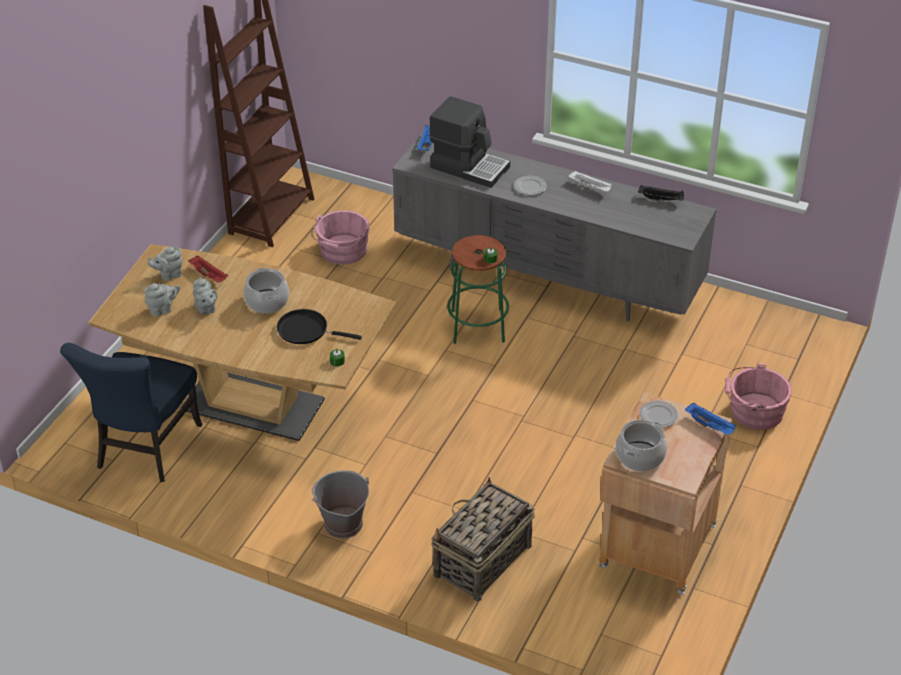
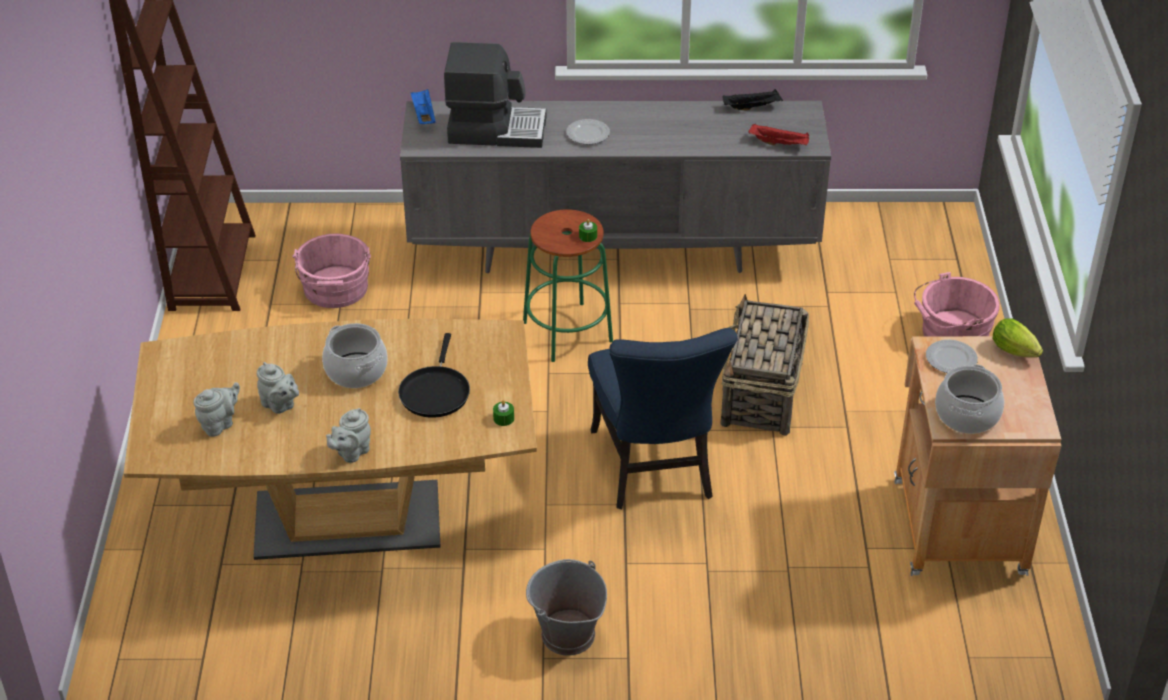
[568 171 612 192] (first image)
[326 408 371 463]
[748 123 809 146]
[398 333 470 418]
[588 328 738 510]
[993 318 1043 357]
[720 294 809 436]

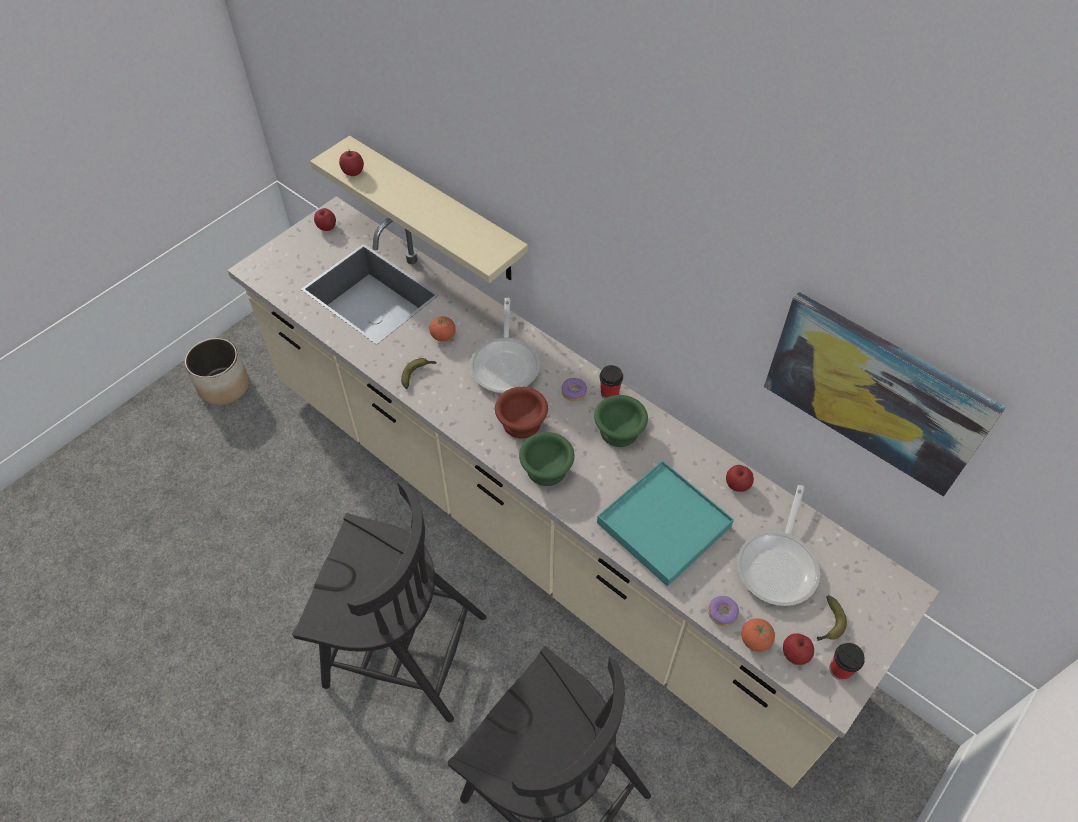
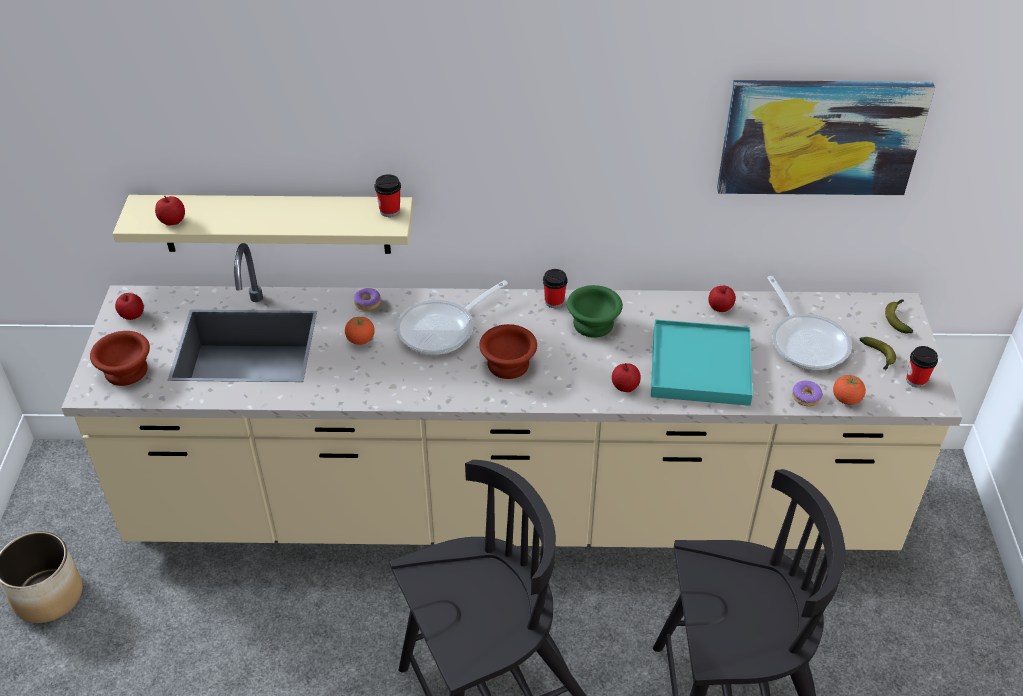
[396 280 508 355]
[885 299 913 334]
[354 288 381 310]
[519 432 574 486] (first image)
[612 363 641 392]
[375 174 401 217]
[90 331 150 386]

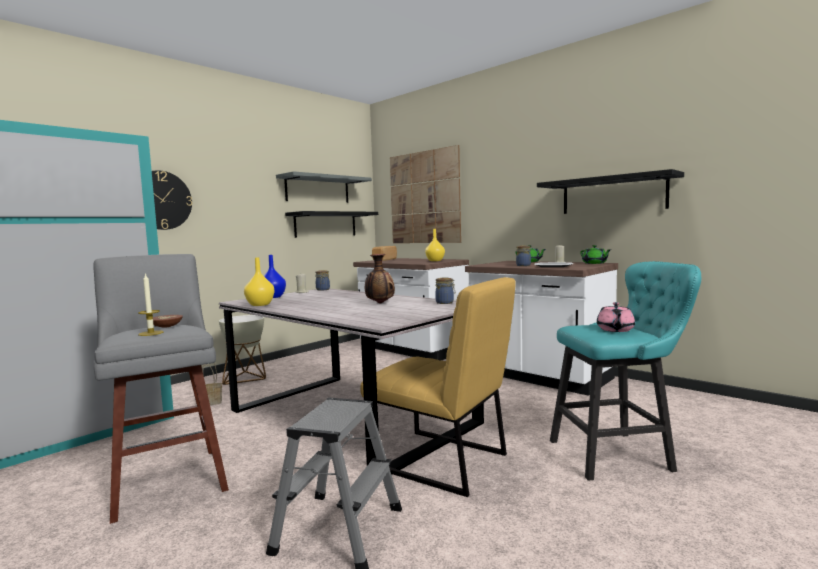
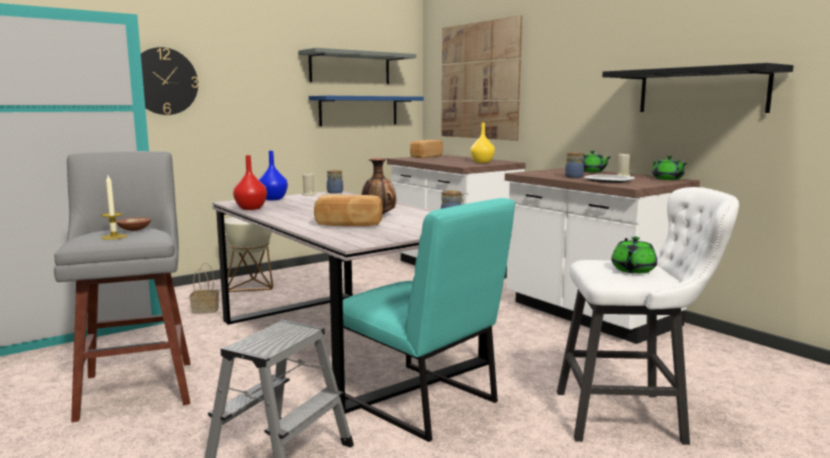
[309 96 424 126]
[233 155 267 210]
[557 187 739 445]
[343 198 515 442]
[611 237 657 273]
[314 195 383 226]

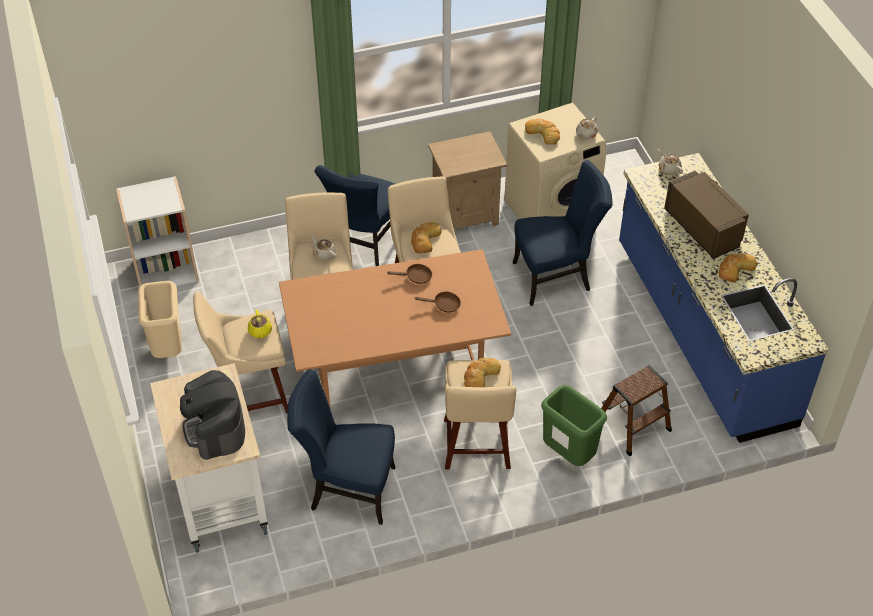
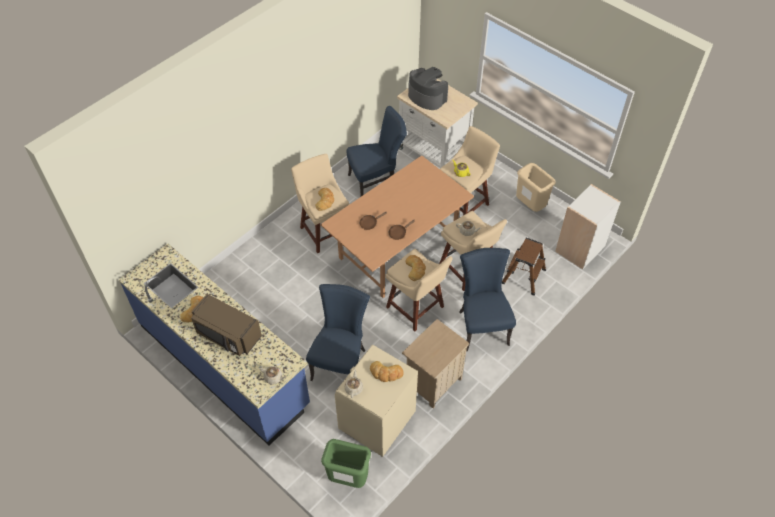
[306 284 370 381]
[502 238 546 296]
[321 439 371 488]

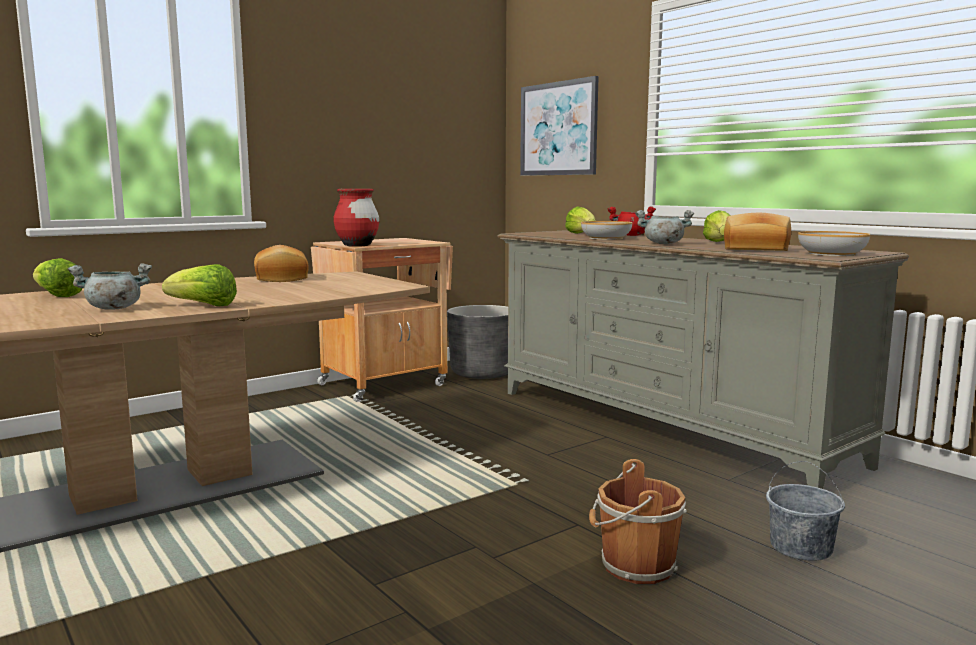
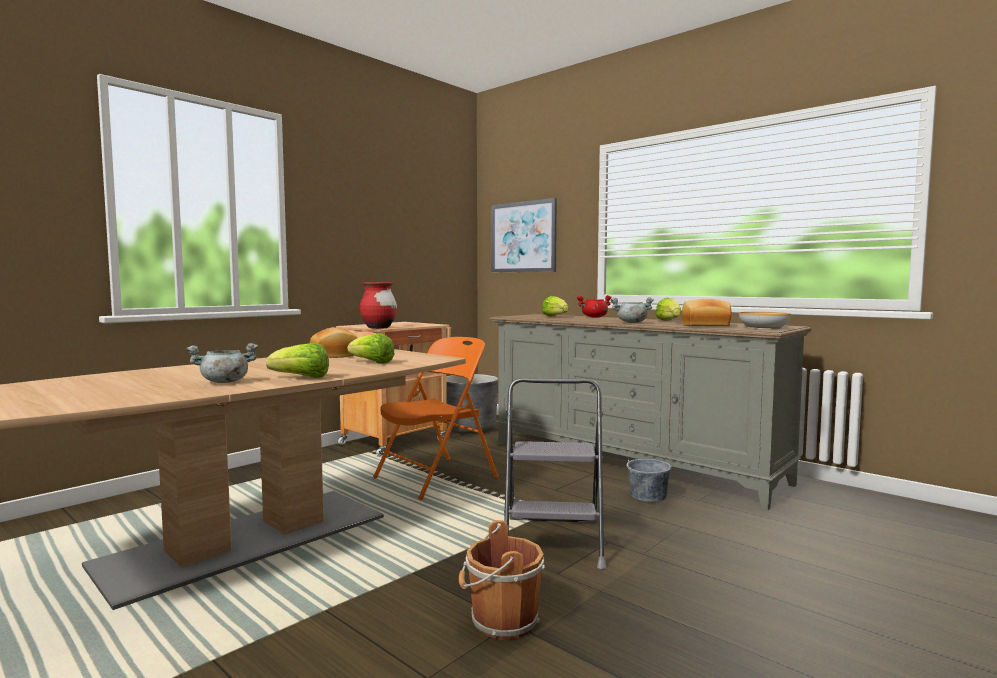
[581 221 632 240] (first image)
[347 334 394 364]
[459 520 545 640]
[626 442 672 502]
[373 337 498 500]
[504 378 607 569]

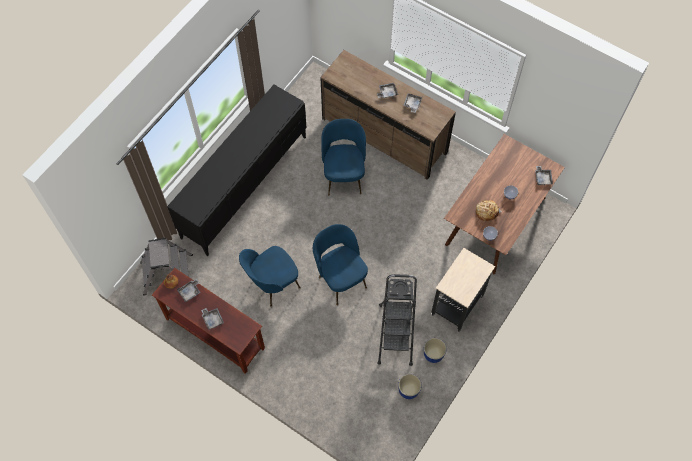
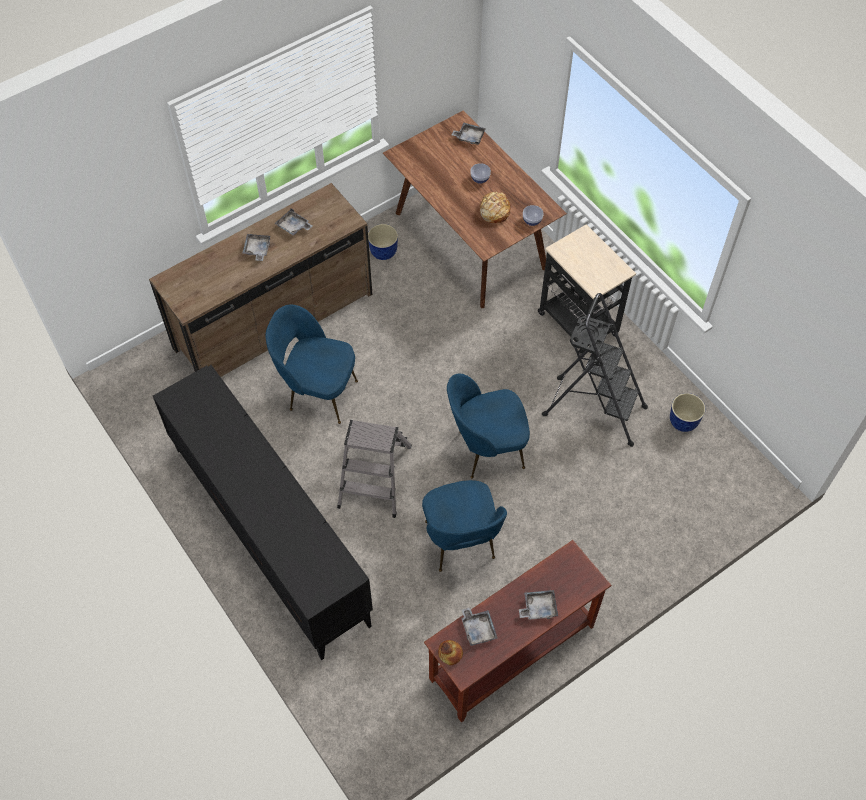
[337 419 412 518]
[368 224 398 260]

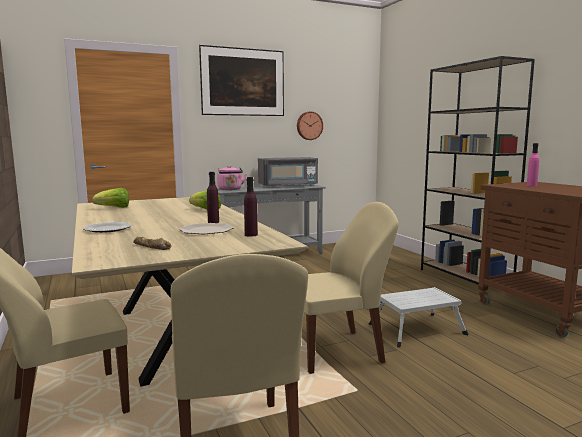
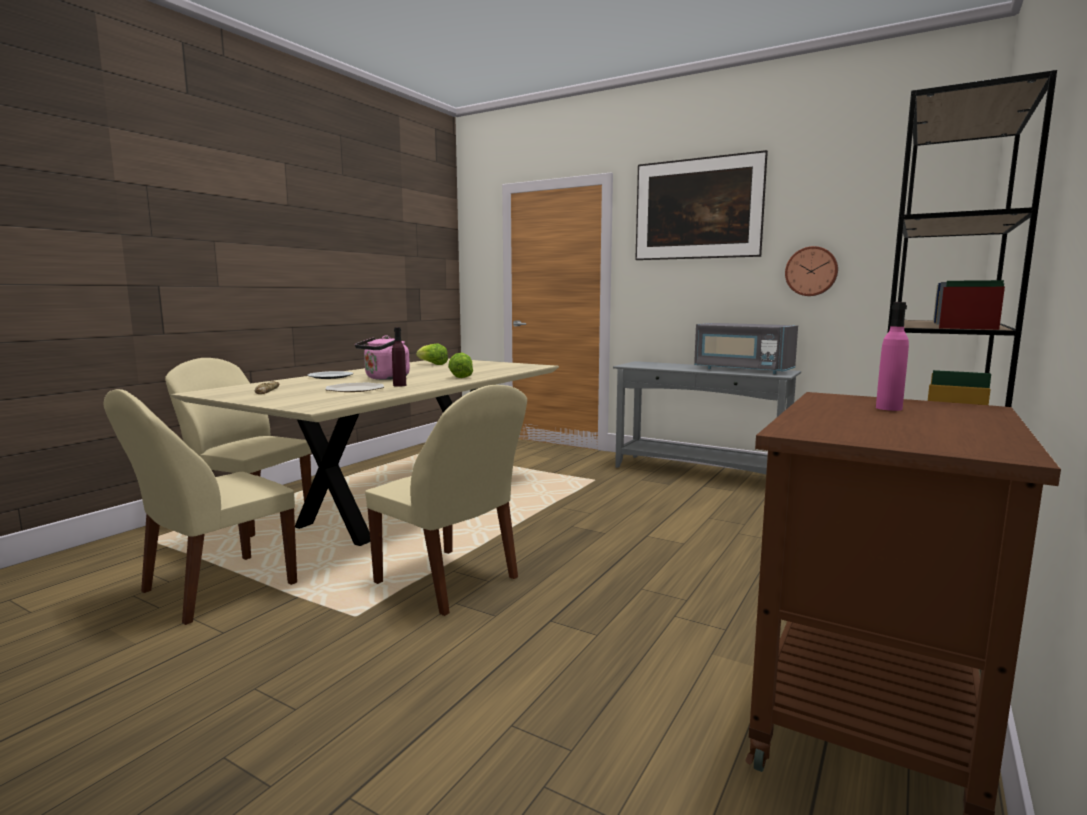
[355 335 410 380]
[244 177 258 237] (first image)
[368 287 469 348] (first image)

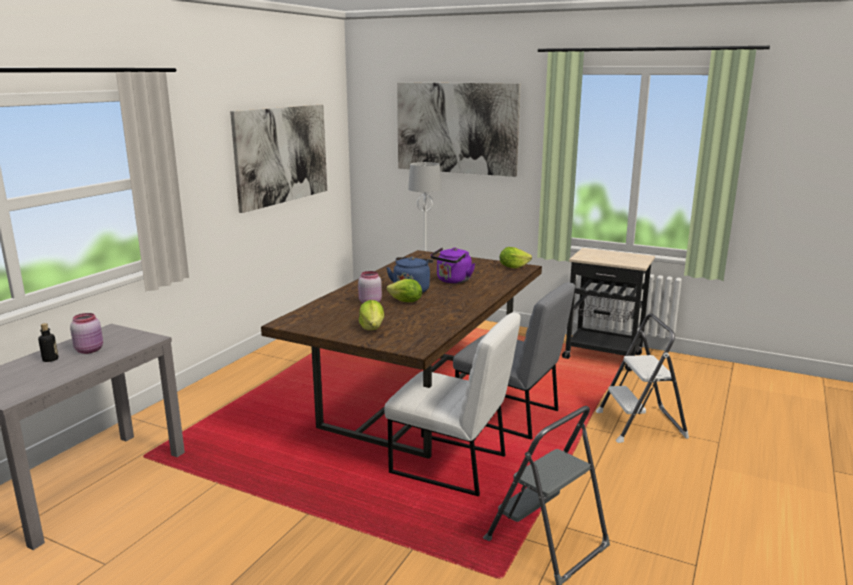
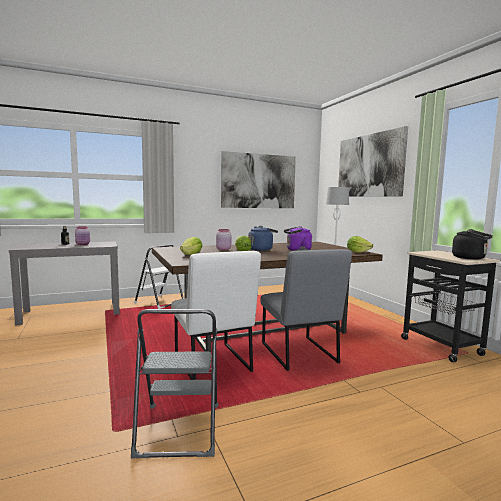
[133 245 184 309]
[452 229 493 260]

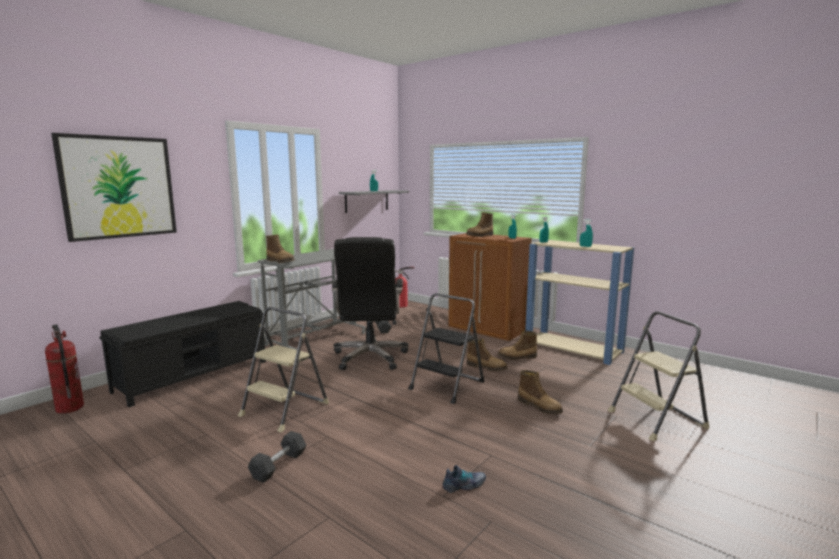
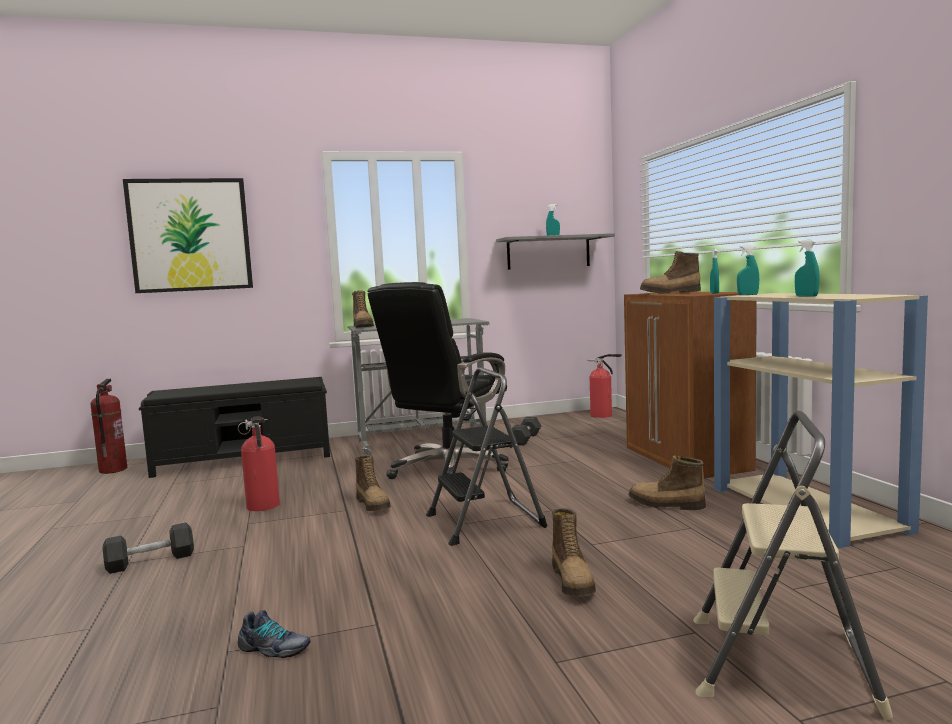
[238 416 280 511]
[355 455 391 511]

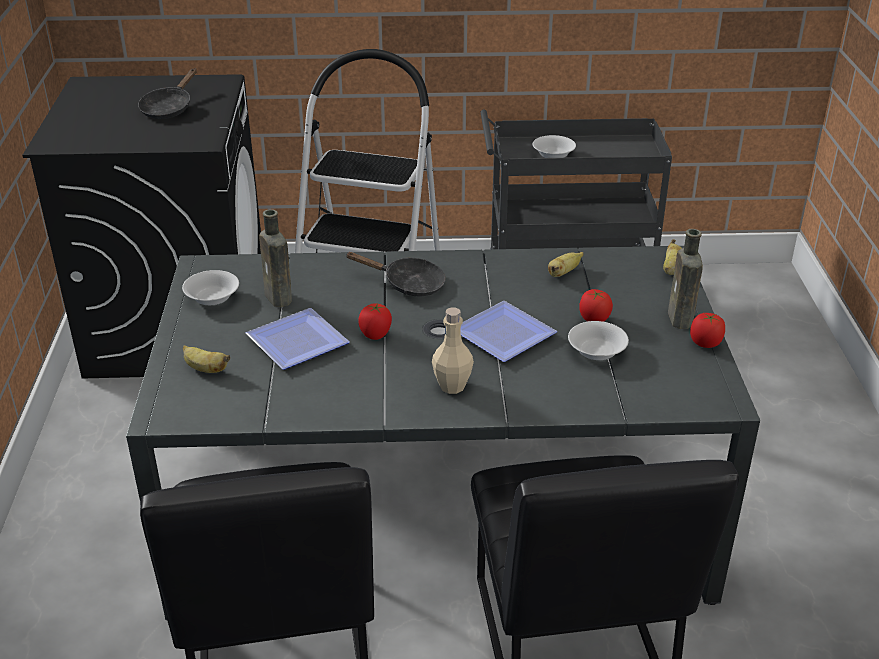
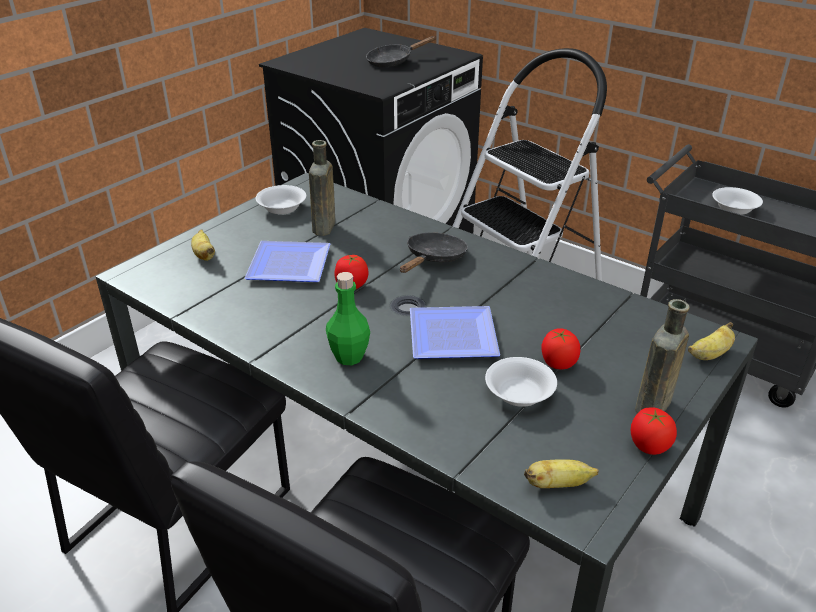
[400 233 468 273]
[524 459 599 488]
[326 272 370 365]

